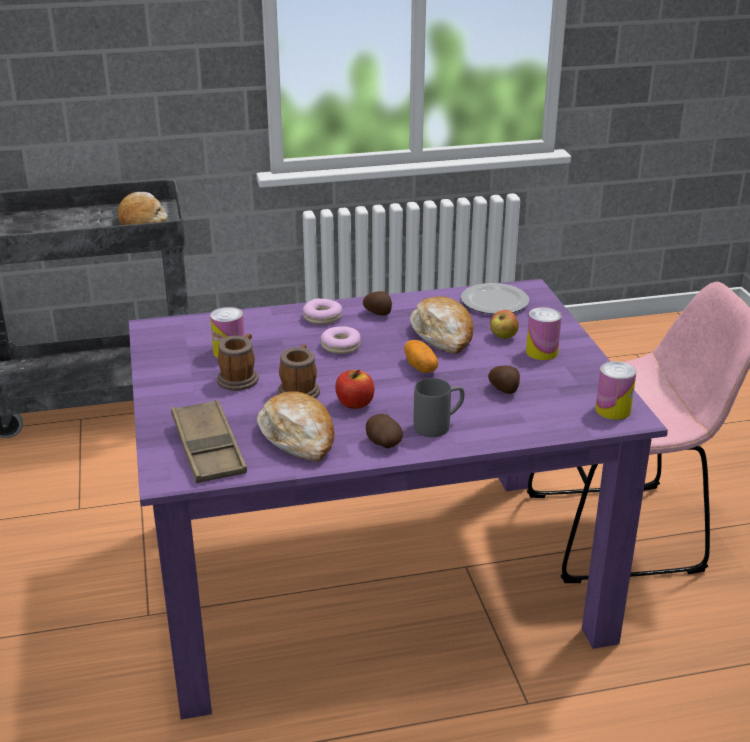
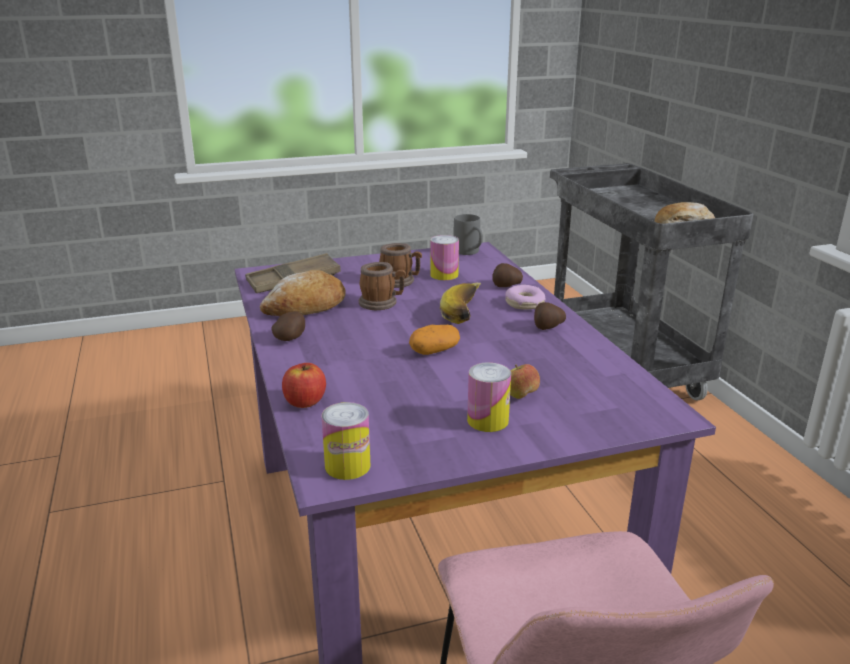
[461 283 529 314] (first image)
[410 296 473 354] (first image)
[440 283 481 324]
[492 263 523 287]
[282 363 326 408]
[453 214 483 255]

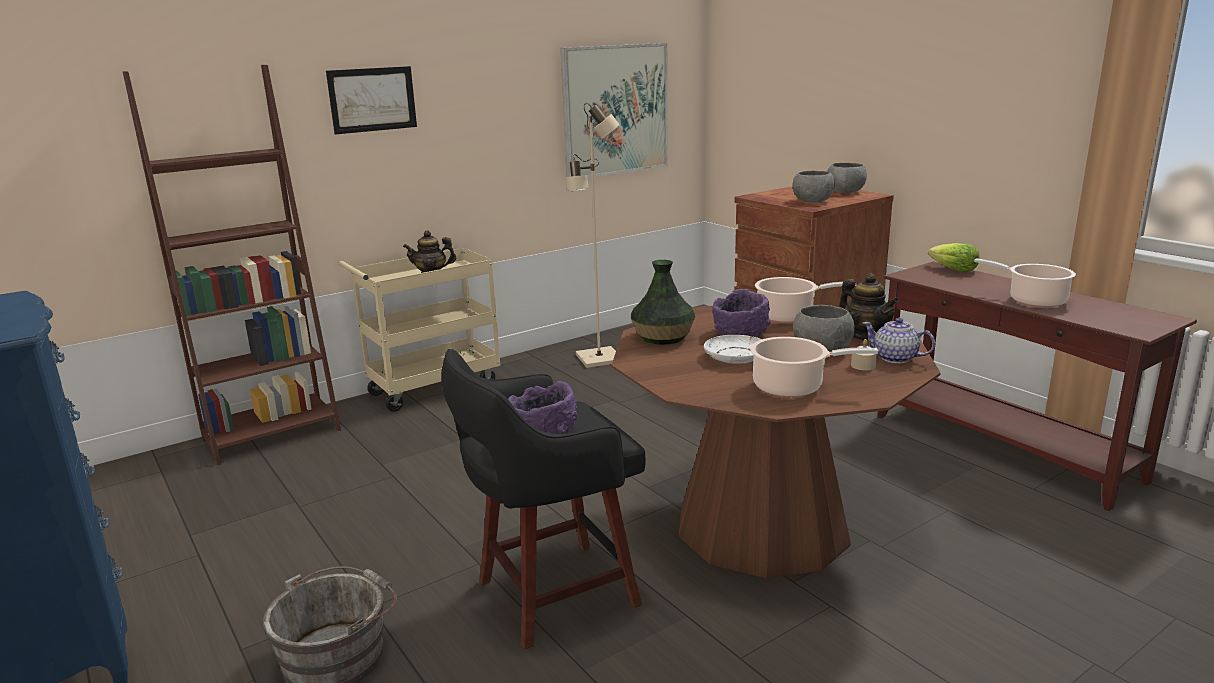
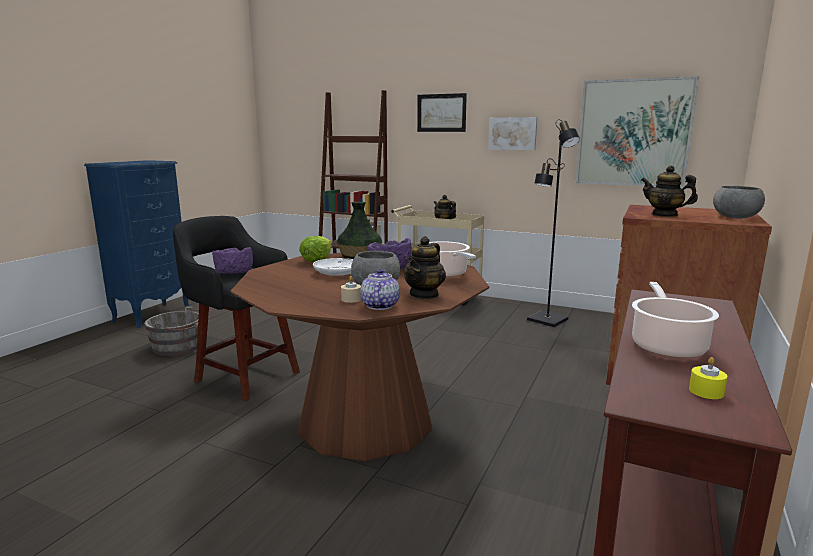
[527 119 580 327]
[641 166 698 217]
[299 236 333 263]
[750 337 878 397] (first image)
[488 117 538 150]
[689 357 728 399]

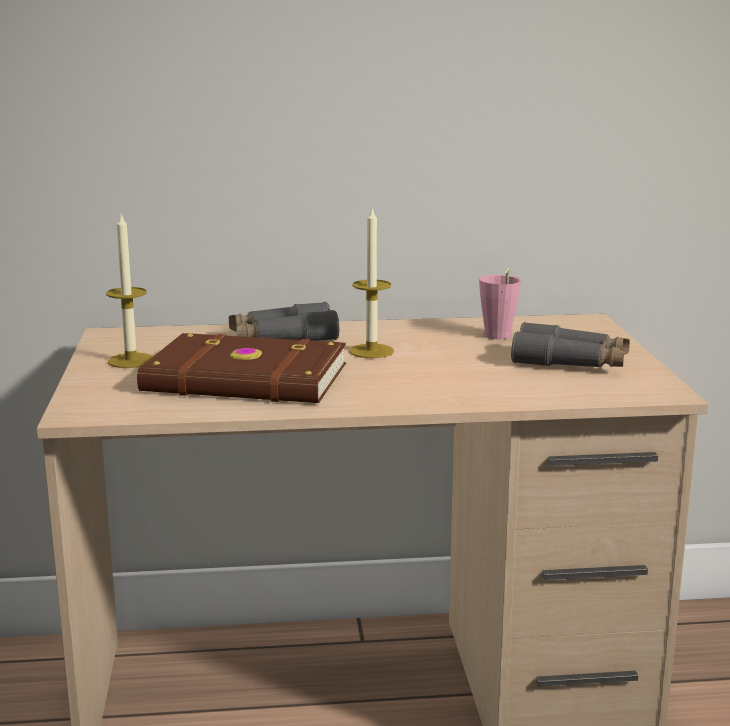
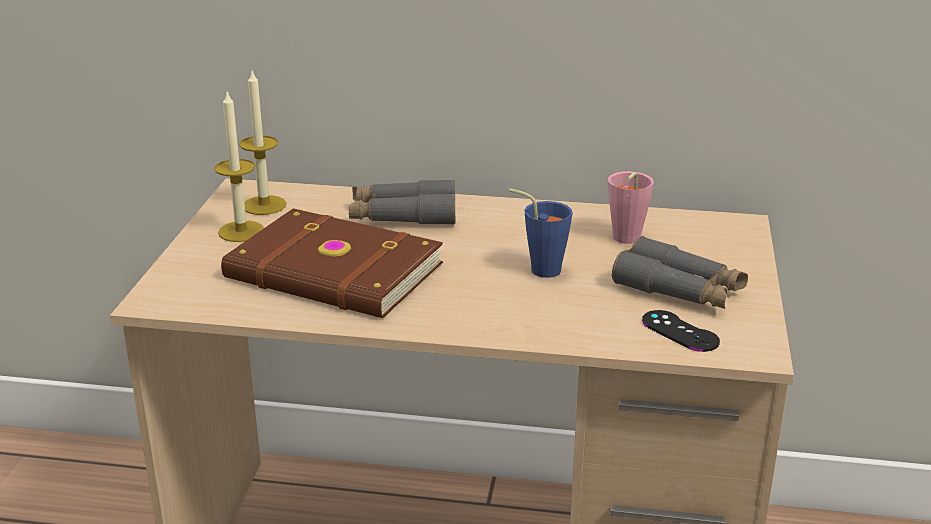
[239 71 286 215]
[509 189 573 278]
[642 310 720 352]

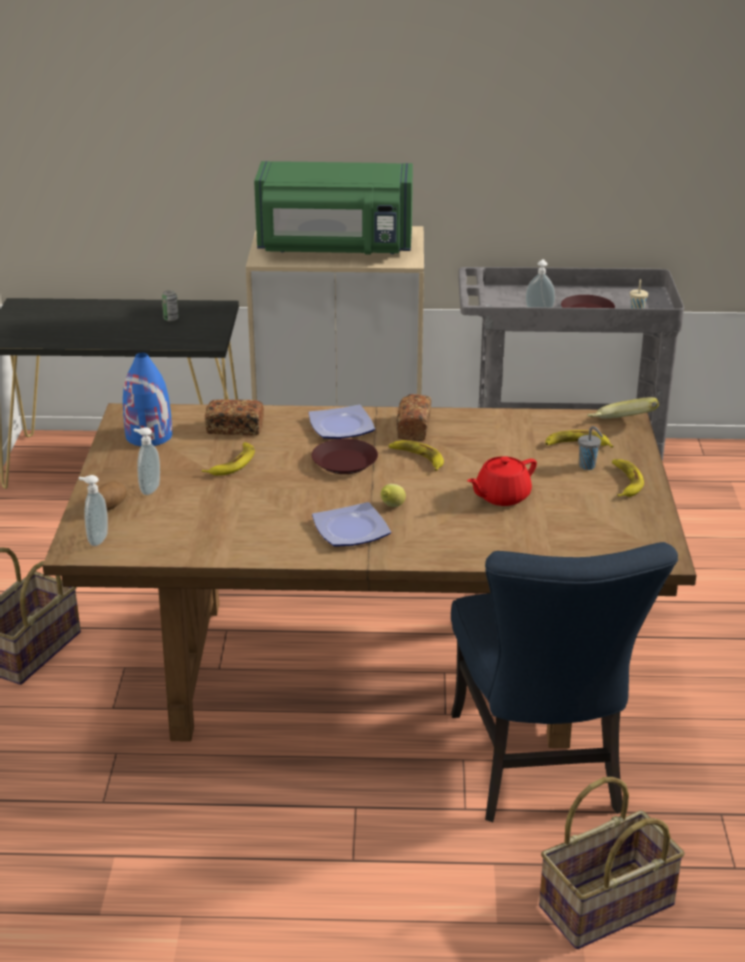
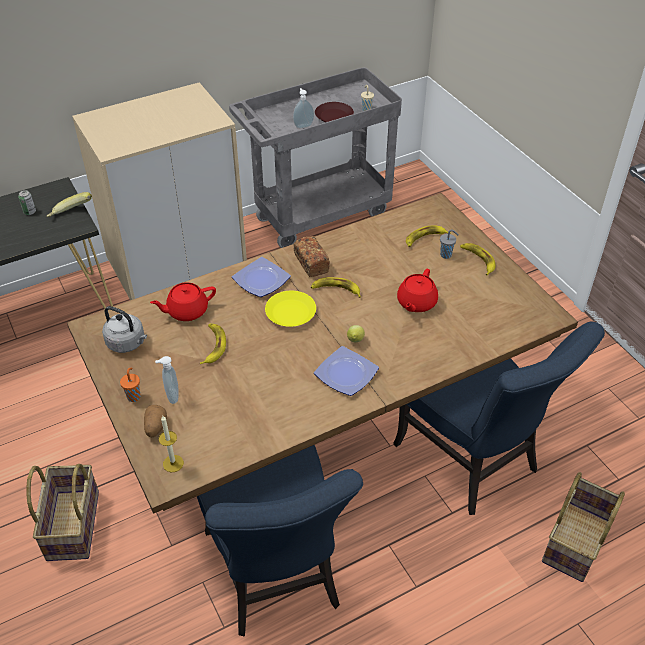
[254 161 413 255] (first image)
[102 306 147 353]
[47 192 92 217]
[150 282 216 321]
[265 291 316 327]
[159 416 184 472]
[120 367 140 402]
[197 445 363 637]

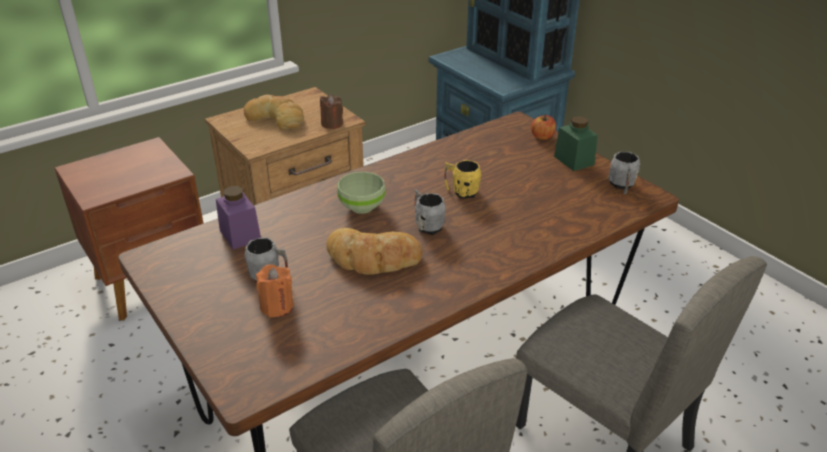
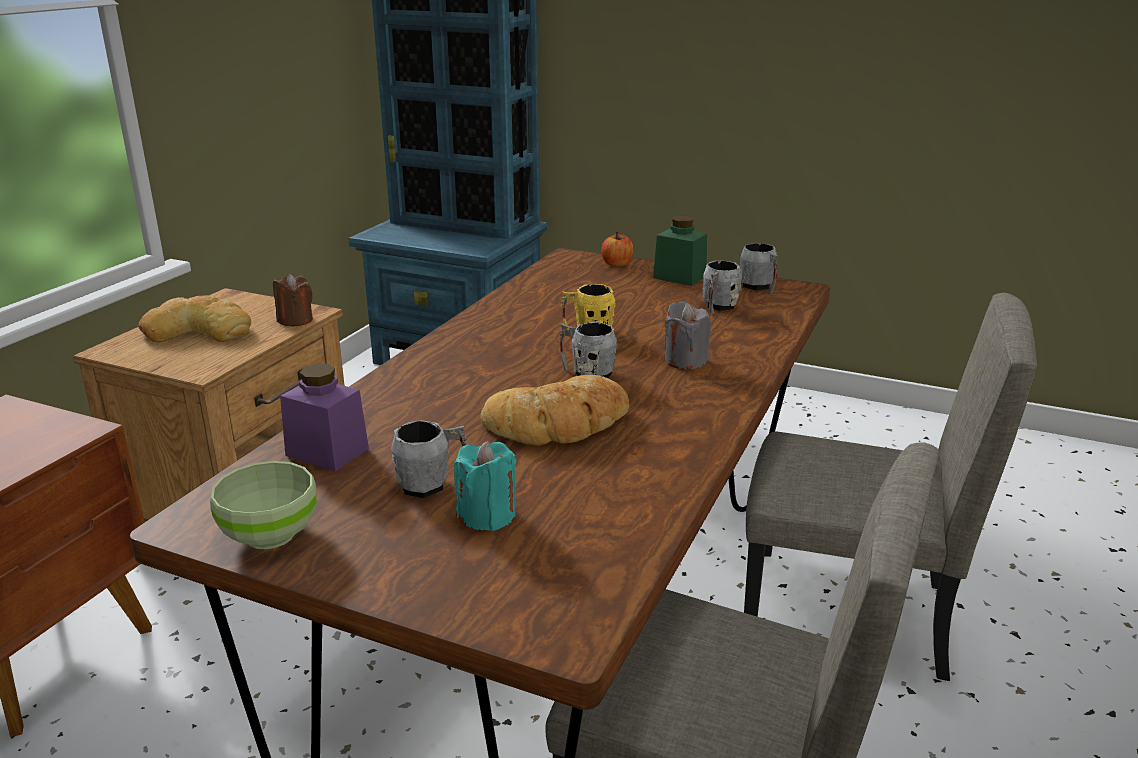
[210 461 317 549]
[454 441 516 531]
[702 261 742 314]
[665 301 711 369]

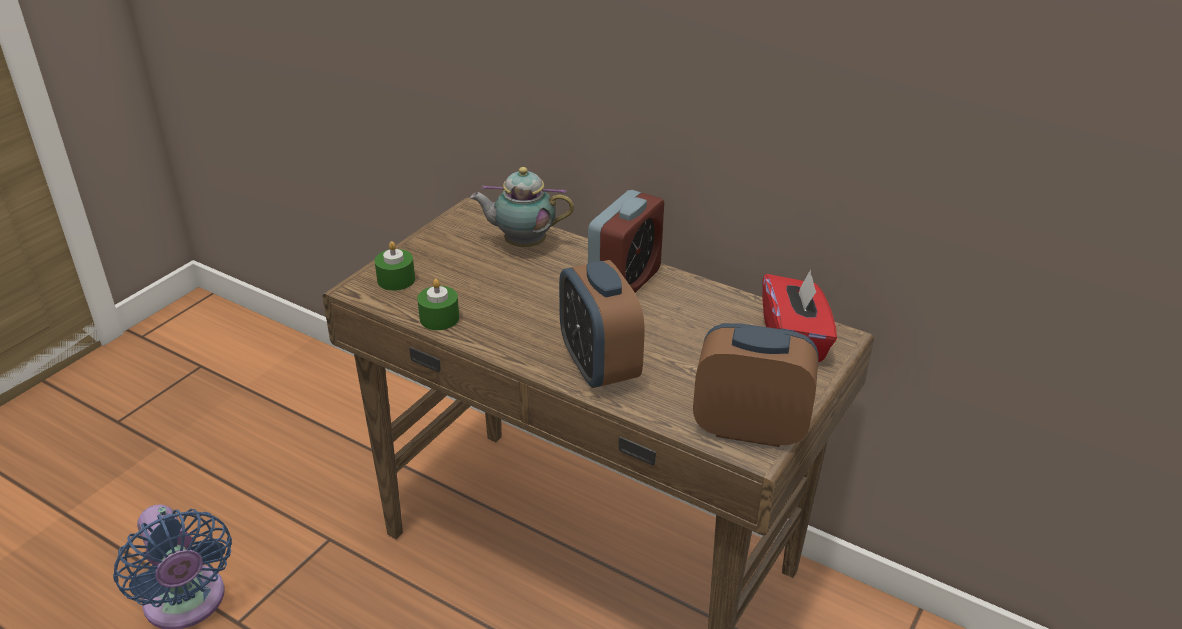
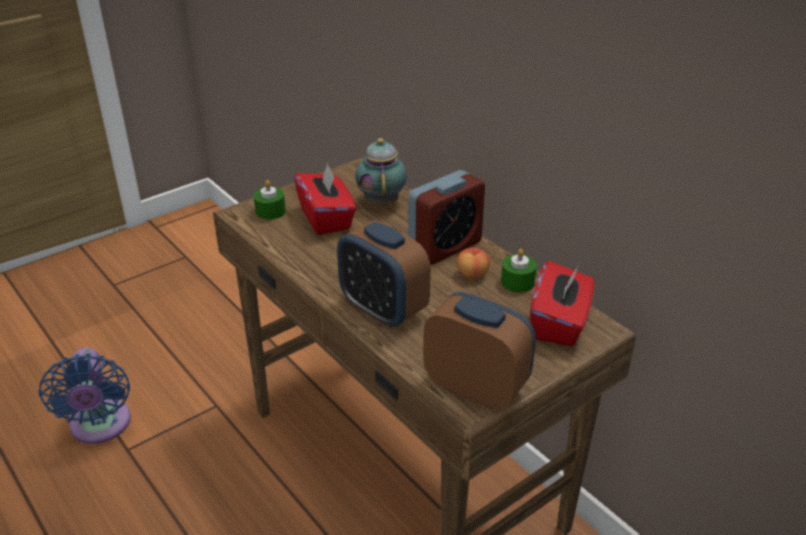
[355 138 407 206]
[337 220 431 328]
[501 248 537 293]
[294 163 356 235]
[457 247 490 279]

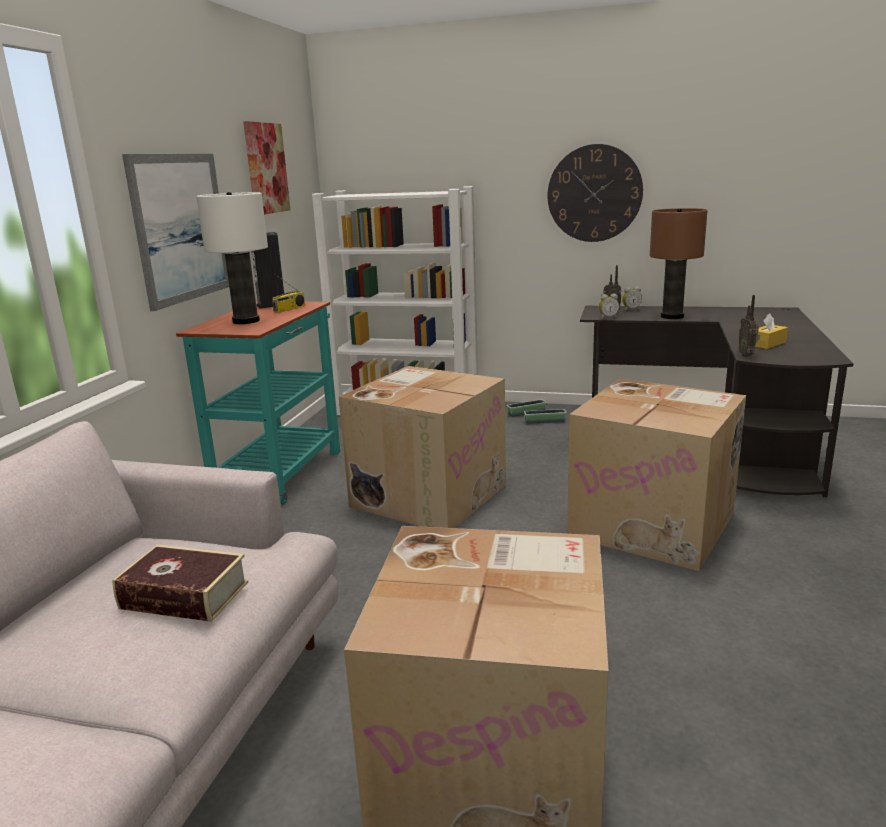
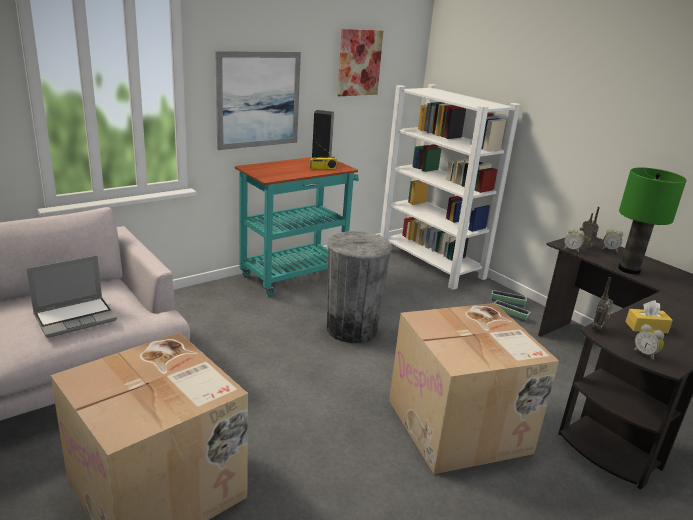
[548 144 643 242] (first image)
[196 192 268 324] (first image)
[618 167 687 274]
[327 231 392 343]
[26 255 117 338]
[634 324 664 360]

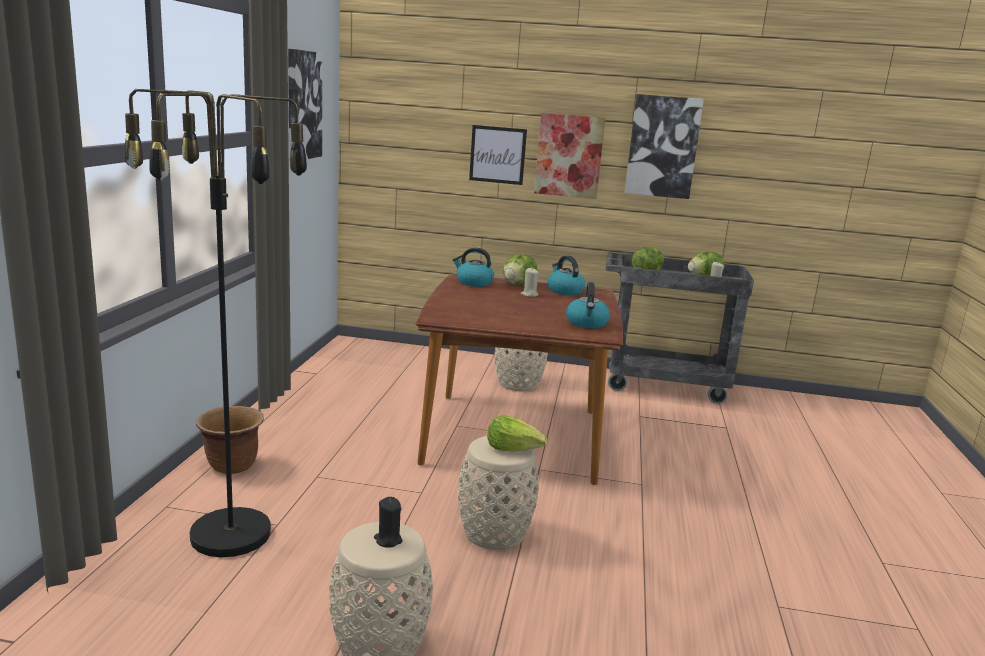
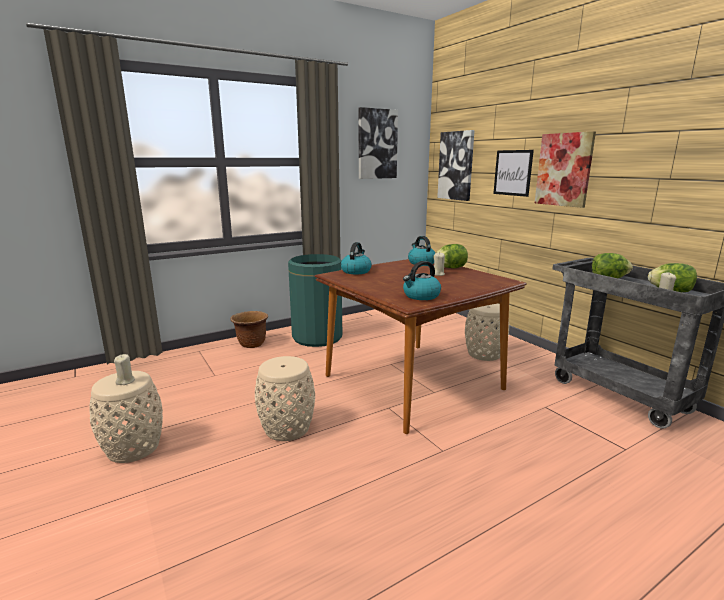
[125 89 307 557] (first image)
[437 130 475 201]
[341 242 372 274]
[487 415 547 452] (first image)
[114 354 135 385]
[288 254 342 347]

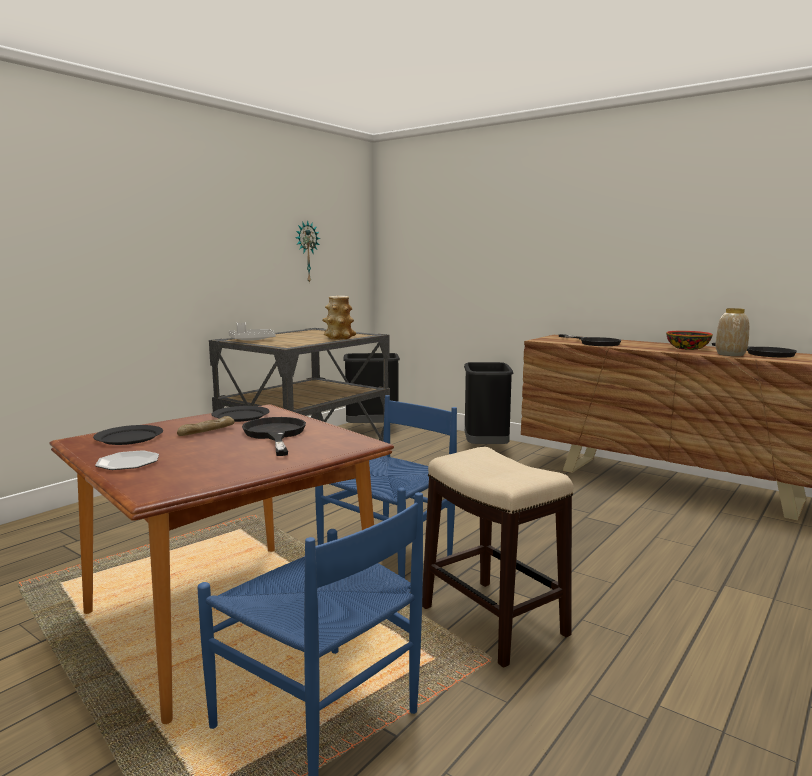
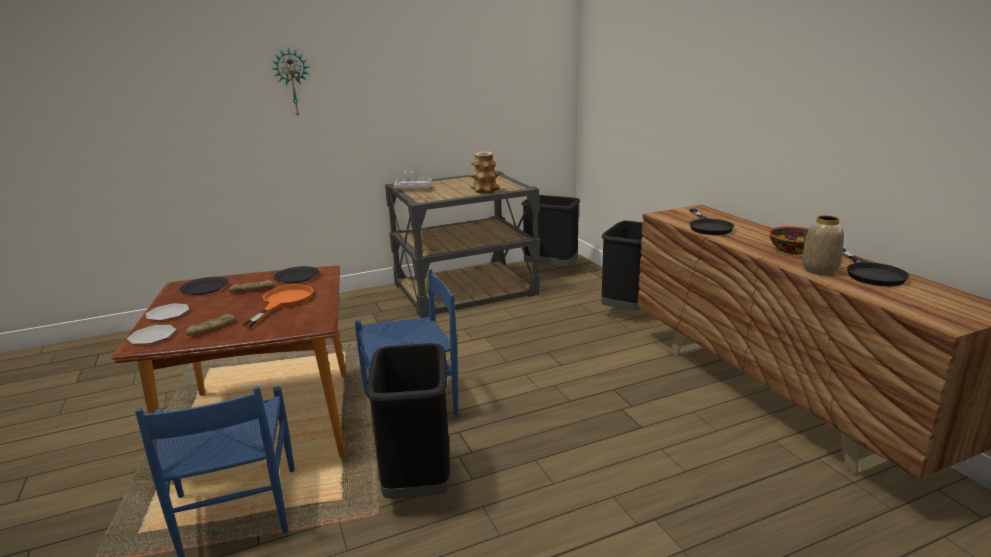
[272 48 309 116]
[242 285 313 328]
[366 343 451 499]
[185 314 236 336]
[127 325 176 344]

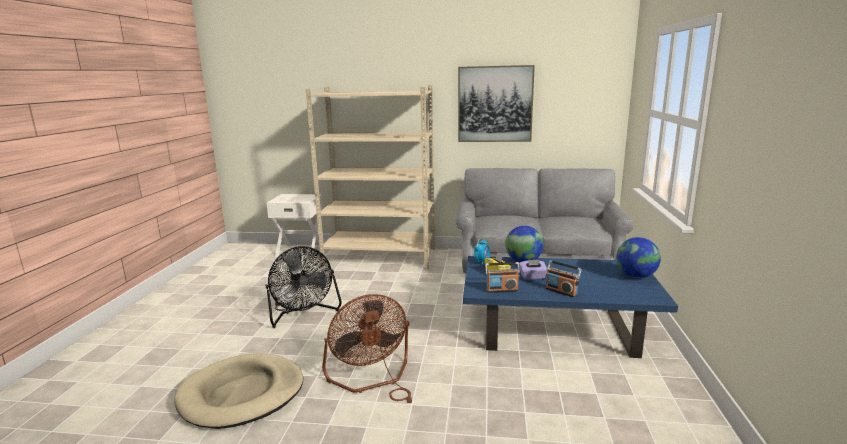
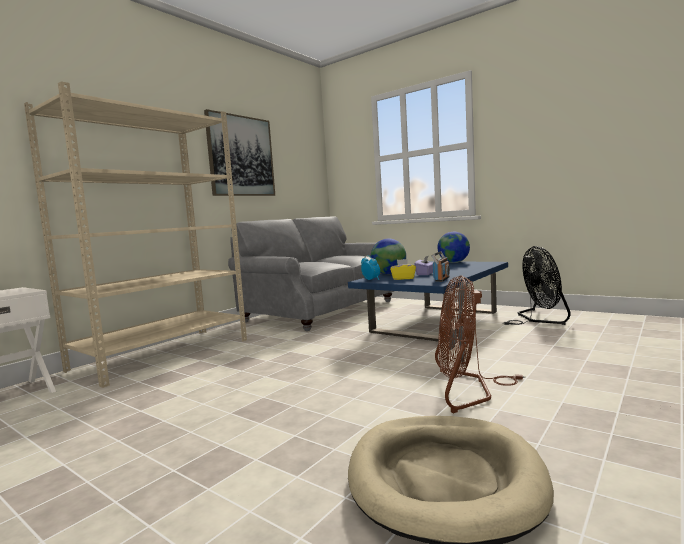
[503 246 571 325]
[545 260 582 297] (first image)

